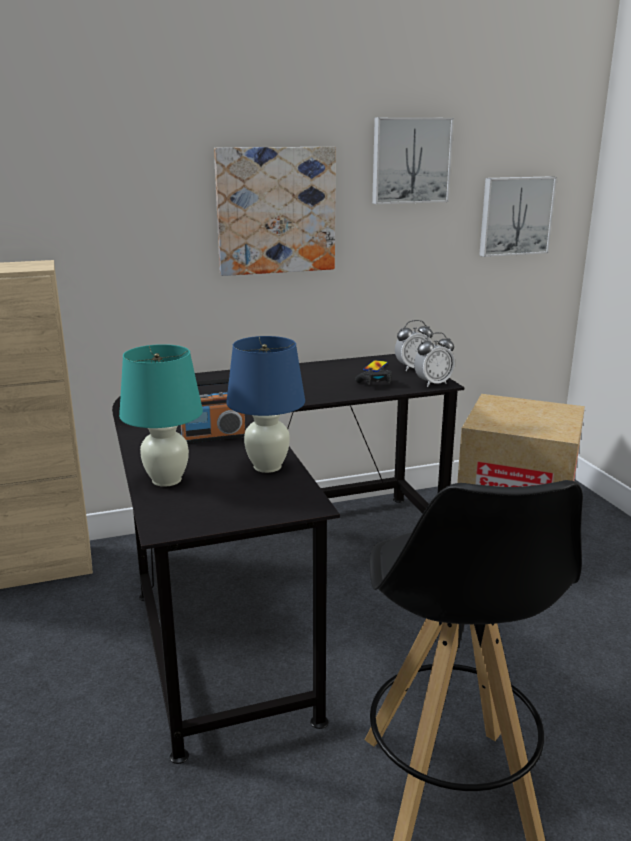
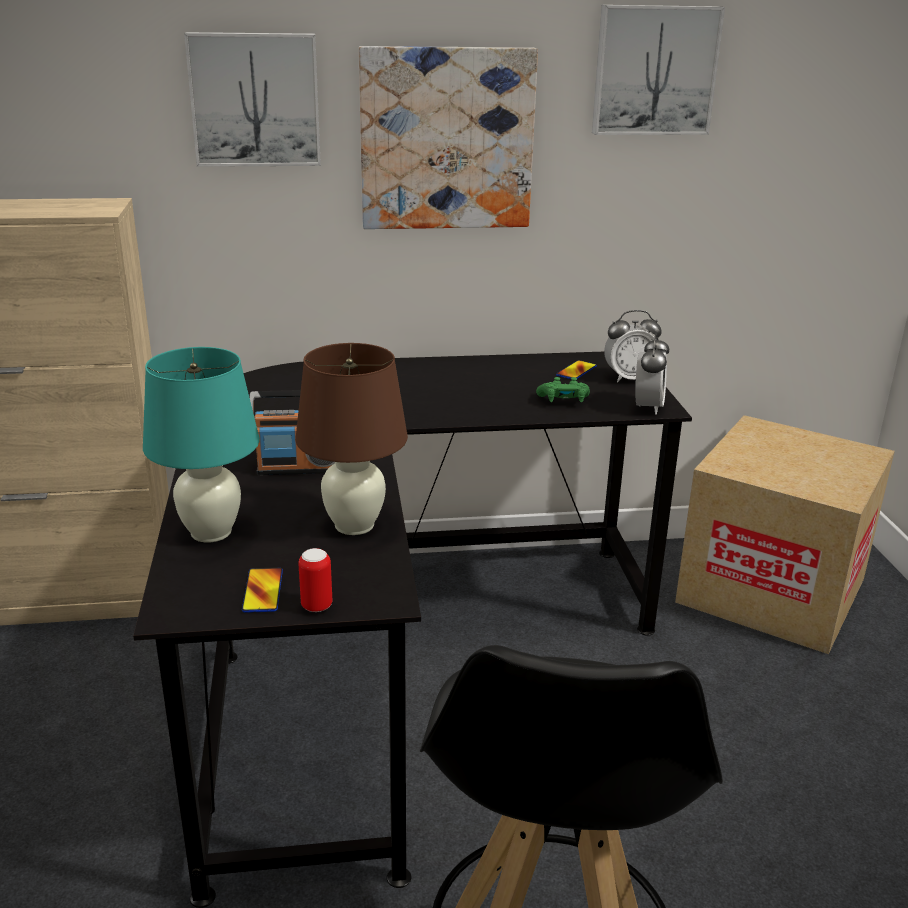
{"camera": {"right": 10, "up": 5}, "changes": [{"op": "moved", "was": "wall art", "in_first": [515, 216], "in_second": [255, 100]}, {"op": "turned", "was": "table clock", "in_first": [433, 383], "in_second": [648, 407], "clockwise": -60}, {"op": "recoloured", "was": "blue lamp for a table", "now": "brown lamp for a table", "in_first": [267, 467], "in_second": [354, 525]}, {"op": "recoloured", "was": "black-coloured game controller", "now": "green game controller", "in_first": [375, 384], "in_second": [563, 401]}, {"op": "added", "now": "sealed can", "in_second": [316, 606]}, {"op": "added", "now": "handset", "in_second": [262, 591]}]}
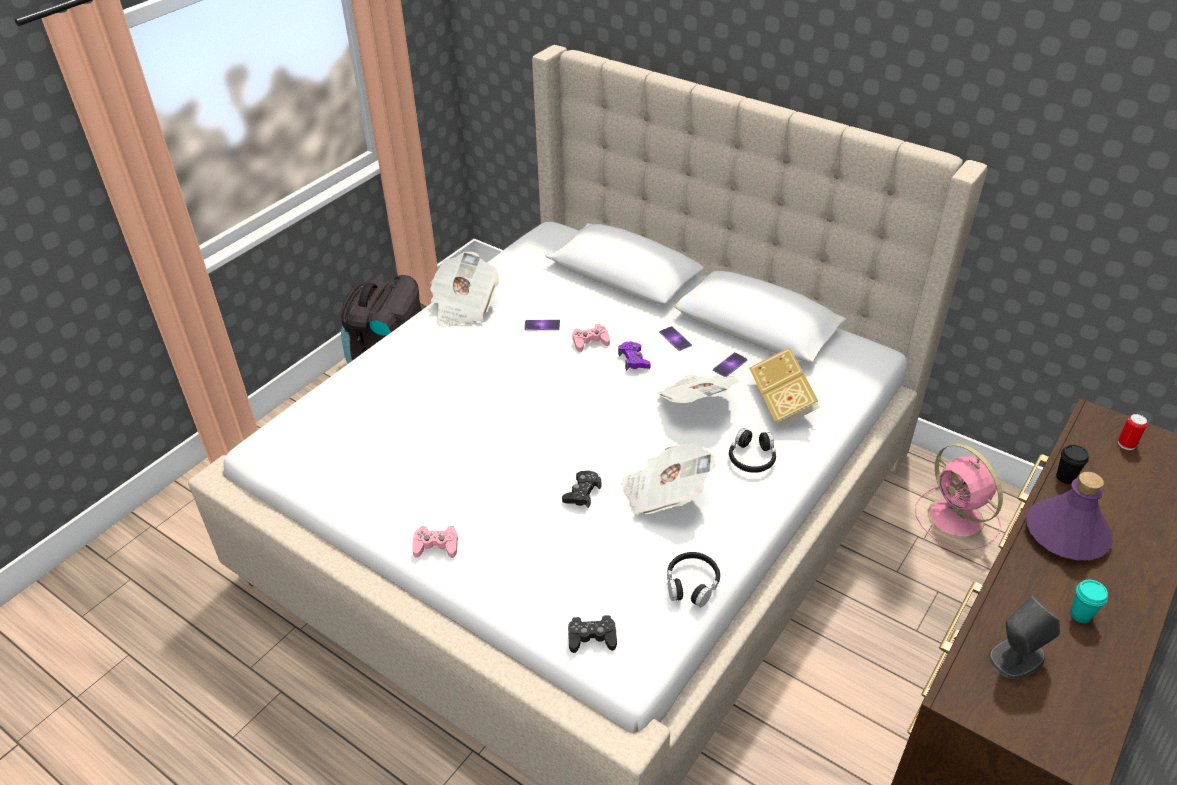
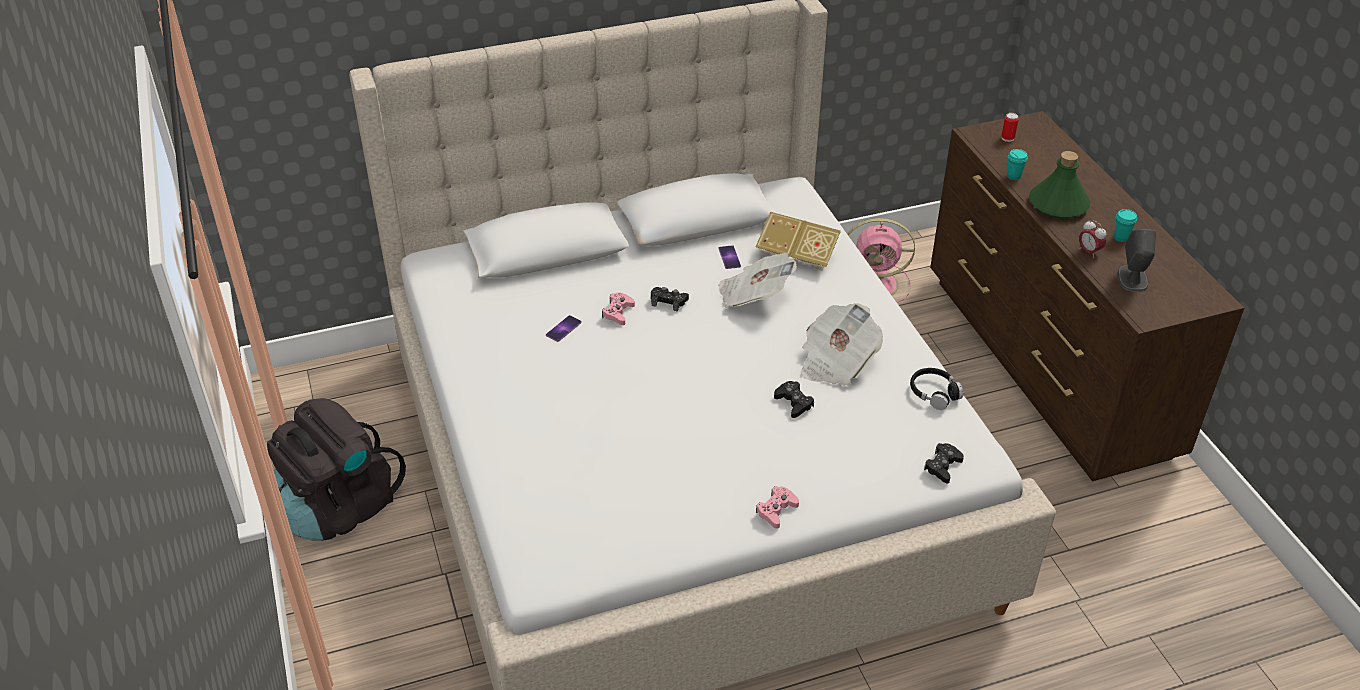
{"camera": {"right": -55, "up": 0}, "changes": [{"op": "removed", "was": "printed paper", "in_first": [463, 306]}, {"op": "removed", "was": "handset", "in_first": [675, 338]}, {"op": "recoloured", "was": "purple game controller", "now": "black-coloured game controller", "in_first": [634, 360], "in_second": [669, 301]}, {"op": "removed", "was": "black-coloured headset", "in_first": [752, 458]}, {"op": "recoloured", "was": "black-coloured cup", "now": "blue-green cup", "in_first": [1065, 477], "in_second": [1013, 176]}, {"op": "recoloured", "was": "purple drink bottle", "now": "green drink bottle", "in_first": [1065, 534], "in_second": [1057, 205]}, {"op": "added", "now": "table clock", "in_second": [1089, 252]}]}
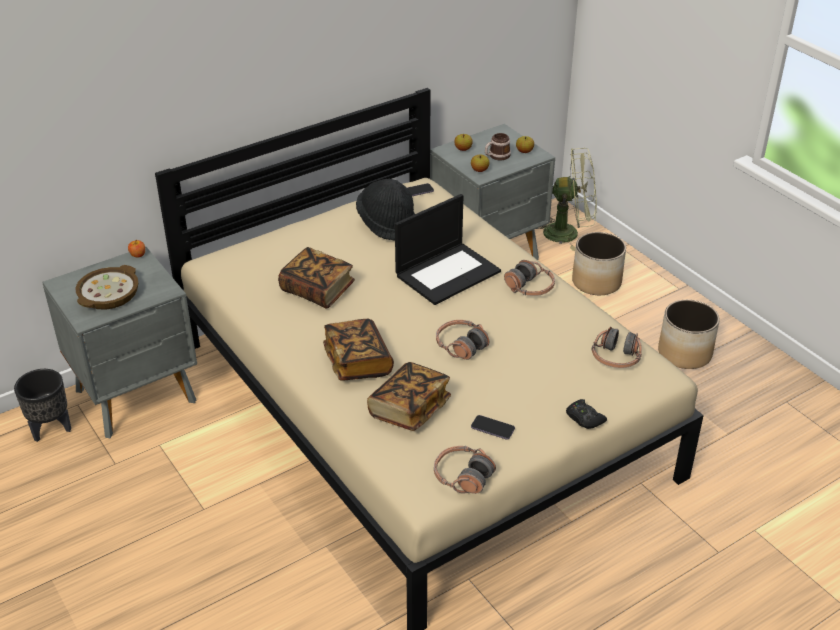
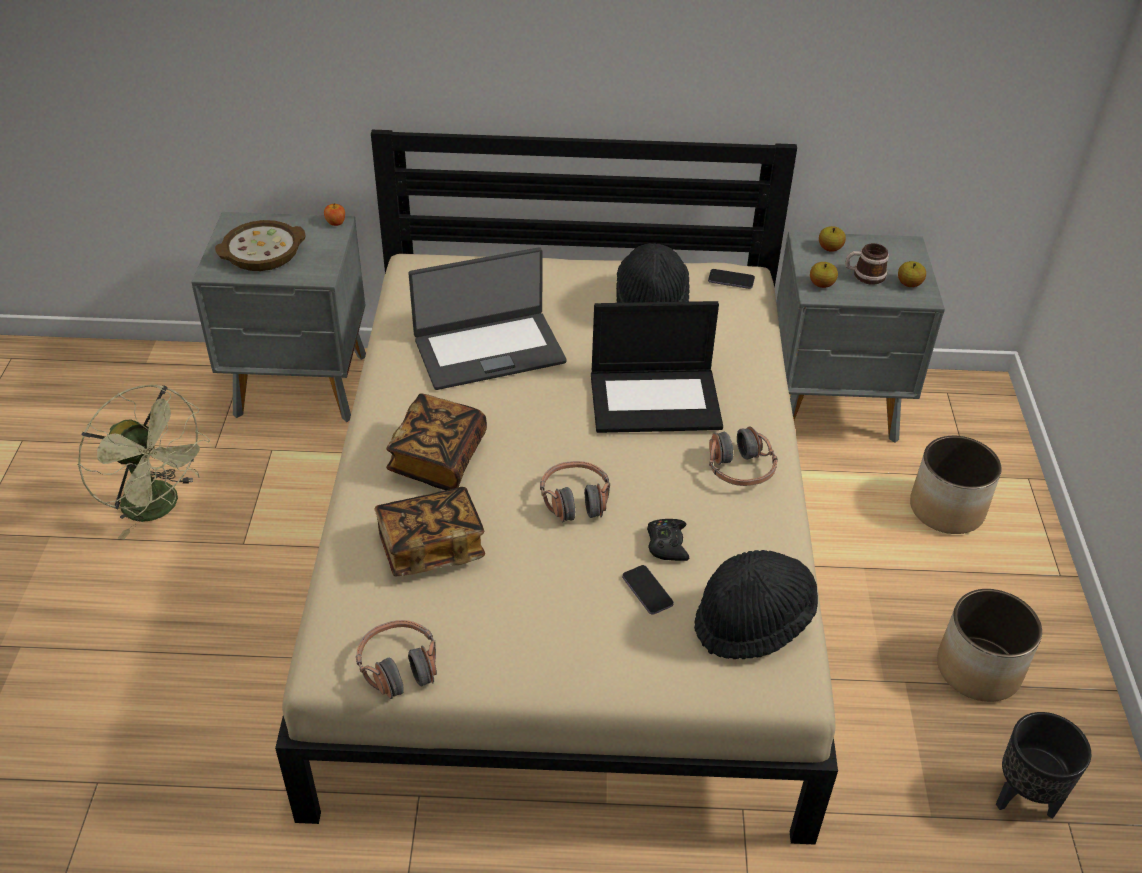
{"camera": {"right": 35, "up": 5}, "changes": [{"op": "moved", "was": "green fan", "in_first": [568, 233], "in_second": [160, 507]}, {"op": "replaced", "was": "volume", "now": "notebook computer", "in_first": [317, 290], "in_second": [489, 350]}, {"op": "replaced", "was": "headset", "now": "black-coloured clothing hat", "in_first": [616, 357], "in_second": [752, 622]}, {"op": "moved", "was": "black-coloured plant pot", "in_first": [51, 429], "in_second": [1025, 798]}, {"op": "moved", "was": "black-coloured game controller", "in_first": [584, 418], "in_second": [667, 544]}, {"op": "moved", "was": "handset", "in_first": [492, 428], "in_second": [647, 591]}]}
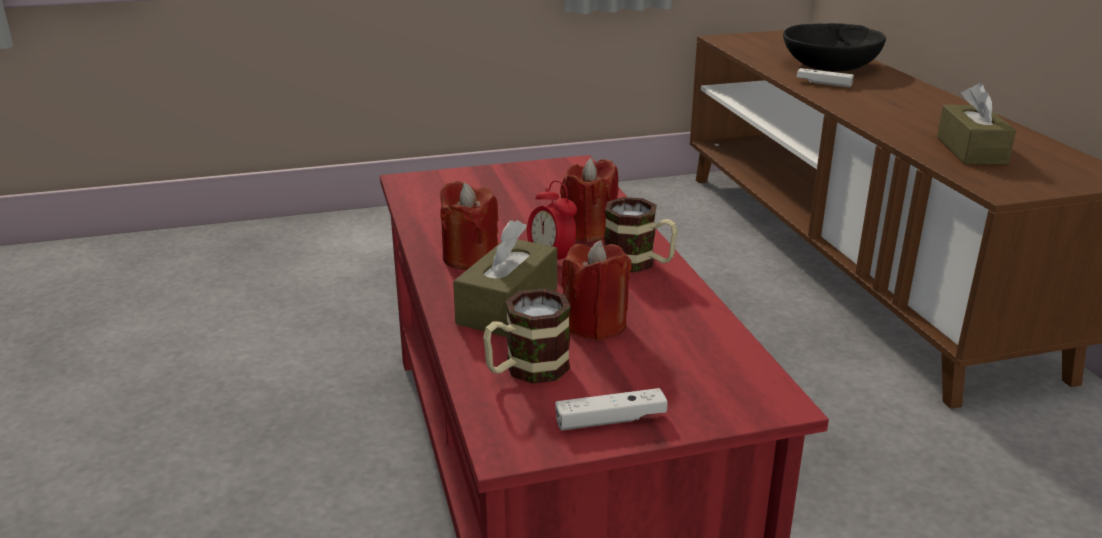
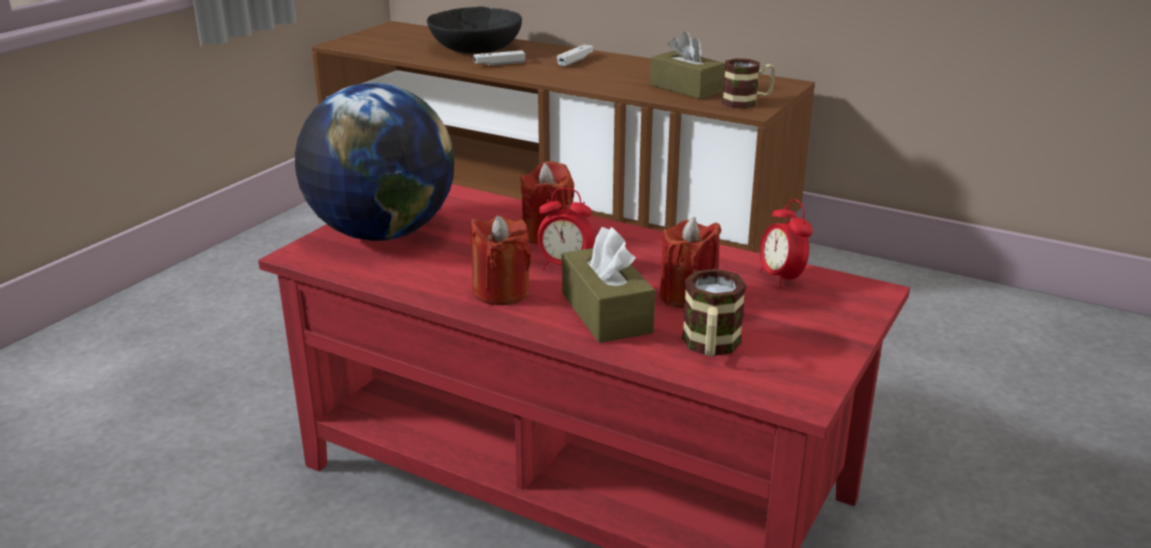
{"camera": {"right": -45, "up": 0}, "changes": [{"op": "moved", "was": "mug", "in_first": [639, 263], "in_second": [747, 102]}, {"op": "moved", "was": "white-coloured game controller", "in_first": [610, 420], "in_second": [575, 61]}, {"op": "added", "now": "globe", "in_second": [381, 233]}, {"op": "added", "now": "table clock", "in_second": [781, 278]}]}
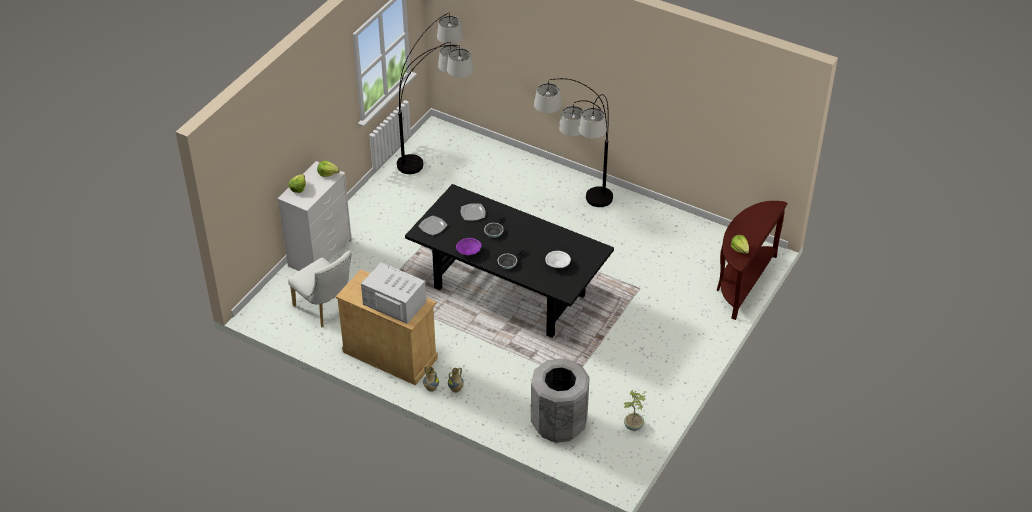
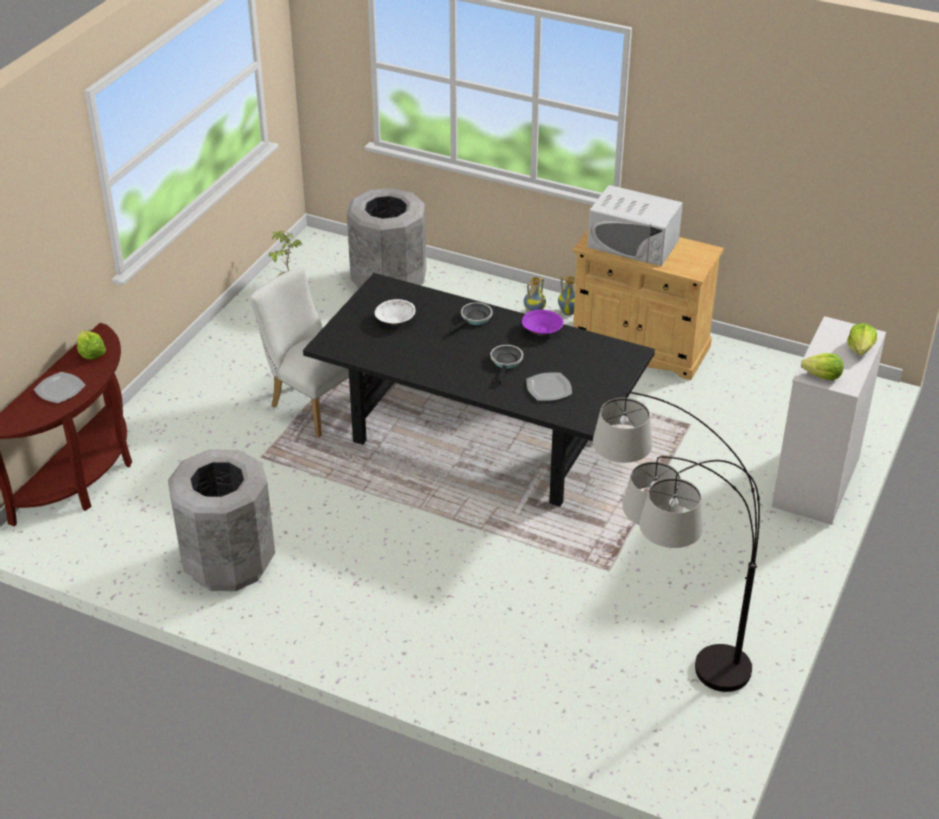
{"camera": {"right": 175, "up": -5}, "changes": [{"op": "removed", "was": "floor lamp", "in_first": [577, 215]}, {"op": "moved", "was": "dinner plate", "in_first": [432, 226], "in_second": [60, 389]}, {"op": "moved", "was": "white-coloured chair", "in_first": [325, 309], "in_second": [312, 404]}, {"op": "added", "now": "grey waste bin", "in_second": [228, 563]}]}
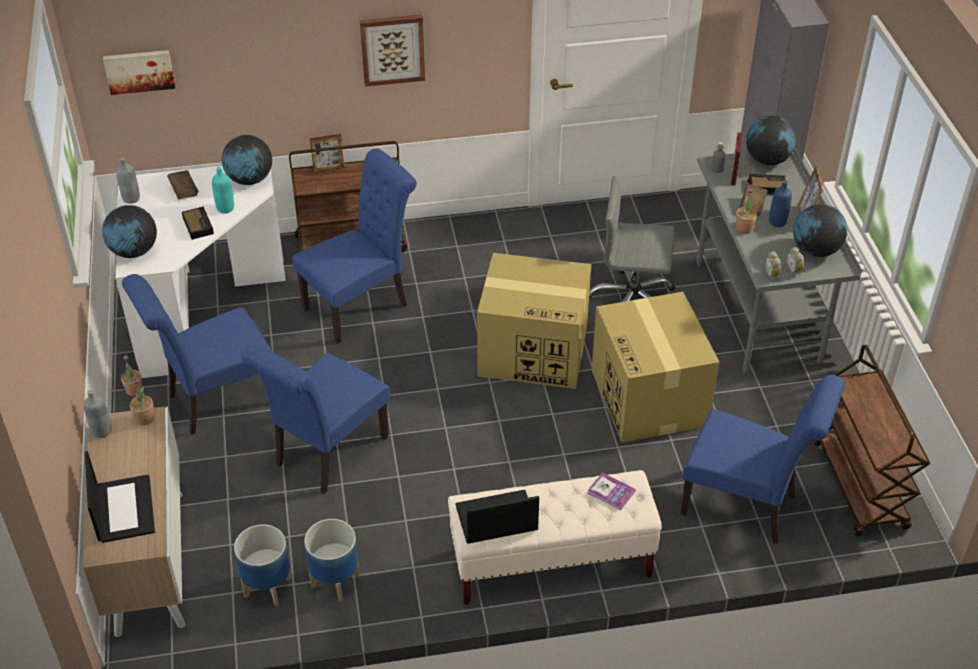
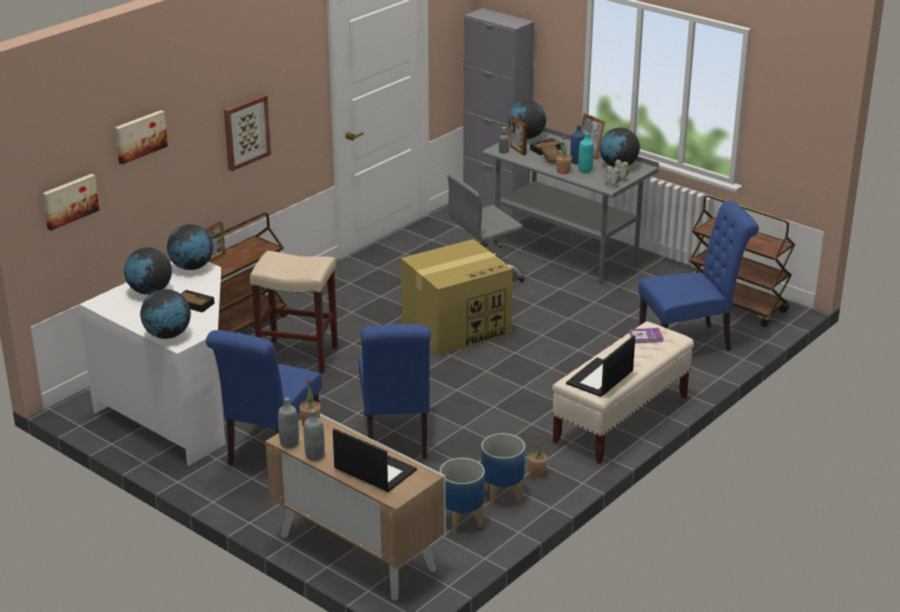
{"camera": {"right": -40, "up": -15}, "changes": [{"op": "replaced", "was": "blue chair", "now": "sand-coloured stool", "in_first": [361, 305], "in_second": [299, 355]}, {"op": "moved", "was": "grey drink bottle", "in_first": [131, 198], "in_second": [315, 456]}, {"op": "moved", "was": "blue-green drink bottle", "in_first": [225, 208], "in_second": [585, 170]}, {"op": "replaced", "was": "brown volume", "now": "globe", "in_first": [184, 191], "in_second": [149, 291]}, {"op": "removed", "was": "carton", "in_first": [650, 398]}, {"op": "moved", "was": "plant in a pot", "in_first": [134, 390], "in_second": [537, 472]}, {"op": "added", "now": "wall art", "in_second": [139, 136]}]}
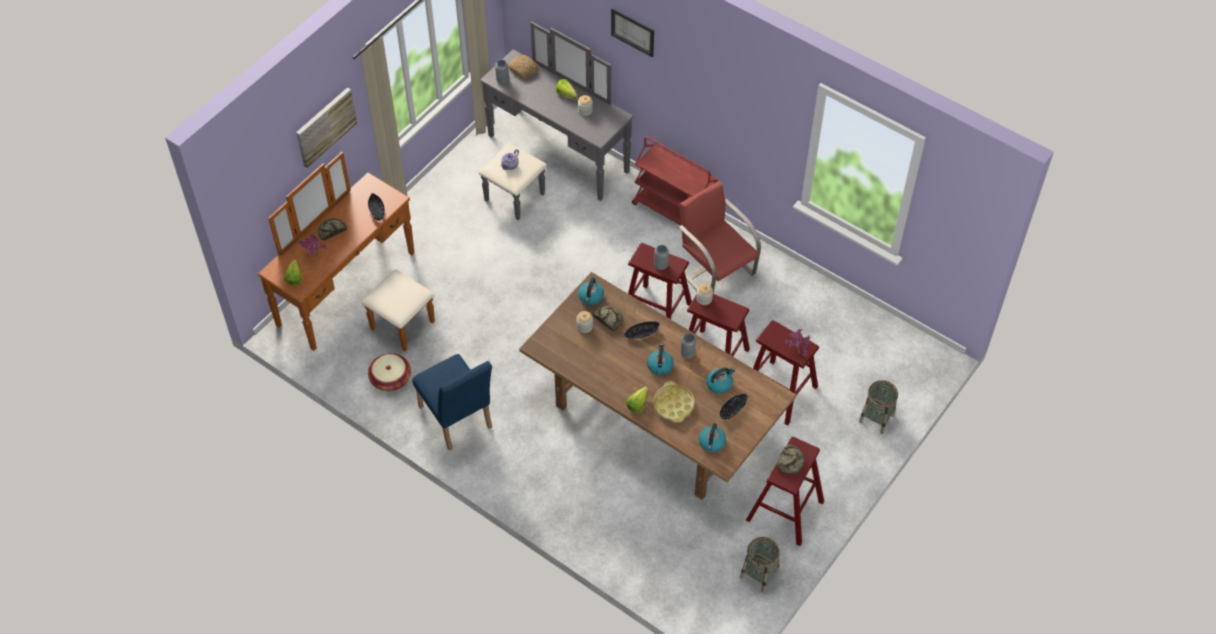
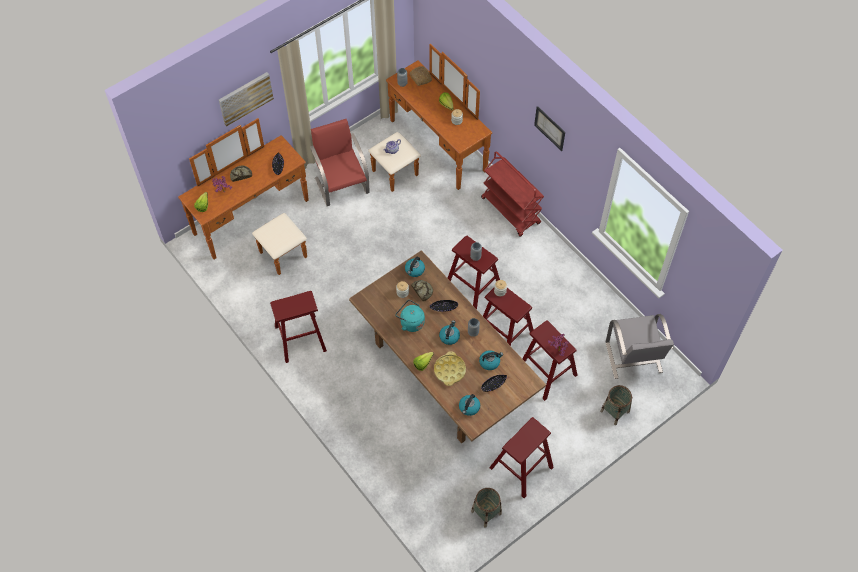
{"camera": {"right": 15, "up": 5}, "changes": [{"op": "moved", "was": "wall art", "in_first": [633, 32], "in_second": [550, 128]}, {"op": "recoloured", "was": "grey drawer chest", "now": "brown drawer chest", "in_first": [548, 163], "in_second": [428, 152]}, {"op": "moved", "was": "red chair", "in_first": [715, 271], "in_second": [342, 184]}, {"op": "removed", "was": "basket", "in_first": [390, 379]}, {"op": "replaced", "was": "blue chair", "now": "red stool", "in_first": [457, 421], "in_second": [300, 338]}, {"op": "removed", "was": "bakery bread", "in_first": [790, 461]}, {"op": "added", "now": "blue-green water kettle", "in_second": [410, 322]}, {"op": "added", "now": "grey chair", "in_second": [633, 358]}]}
